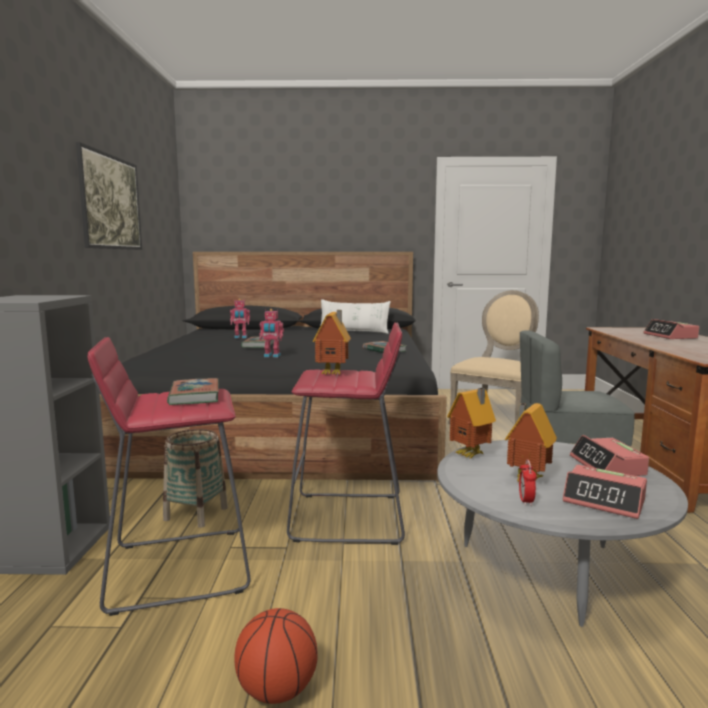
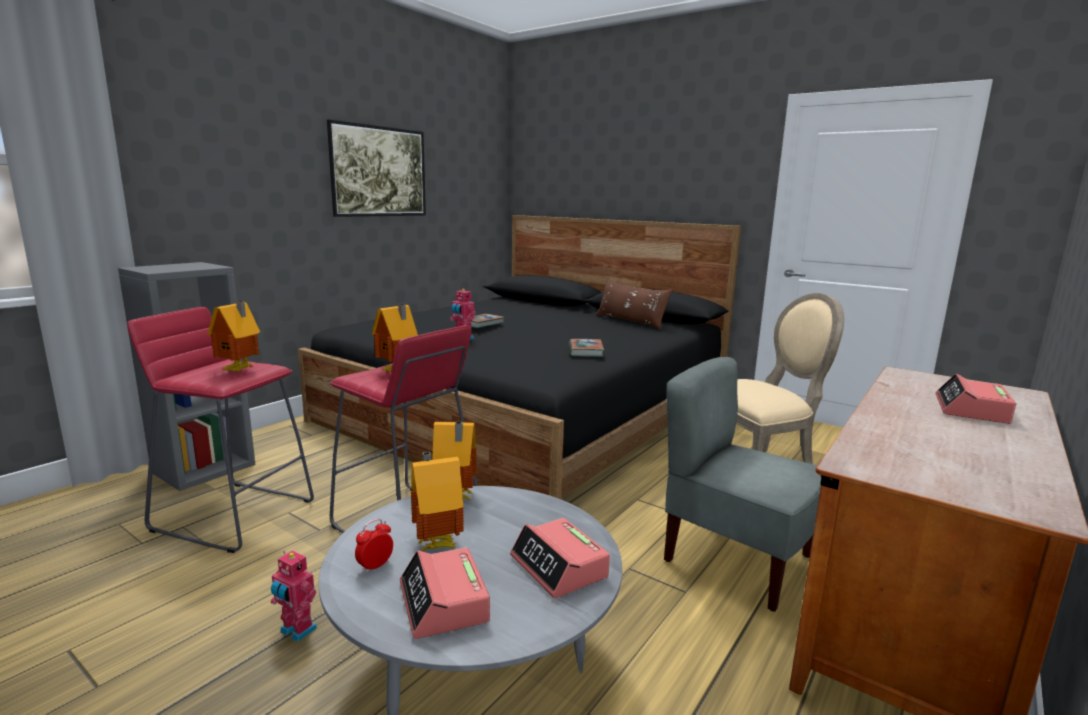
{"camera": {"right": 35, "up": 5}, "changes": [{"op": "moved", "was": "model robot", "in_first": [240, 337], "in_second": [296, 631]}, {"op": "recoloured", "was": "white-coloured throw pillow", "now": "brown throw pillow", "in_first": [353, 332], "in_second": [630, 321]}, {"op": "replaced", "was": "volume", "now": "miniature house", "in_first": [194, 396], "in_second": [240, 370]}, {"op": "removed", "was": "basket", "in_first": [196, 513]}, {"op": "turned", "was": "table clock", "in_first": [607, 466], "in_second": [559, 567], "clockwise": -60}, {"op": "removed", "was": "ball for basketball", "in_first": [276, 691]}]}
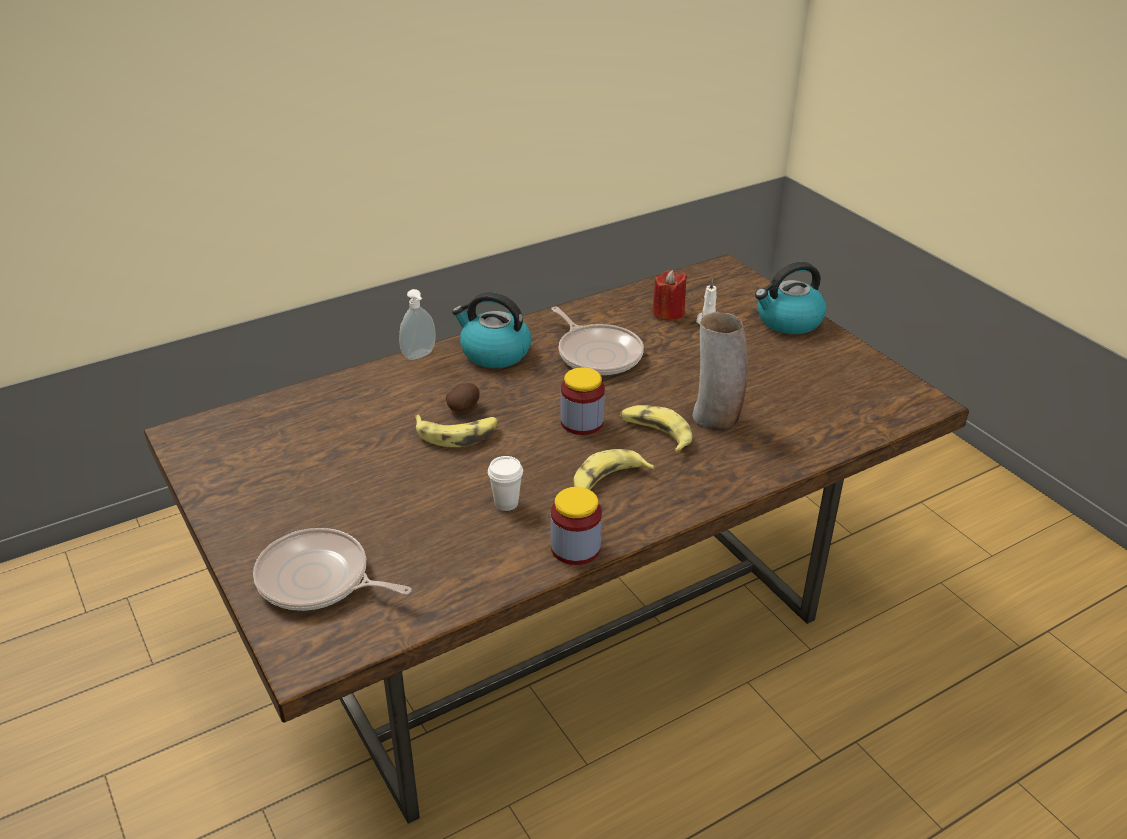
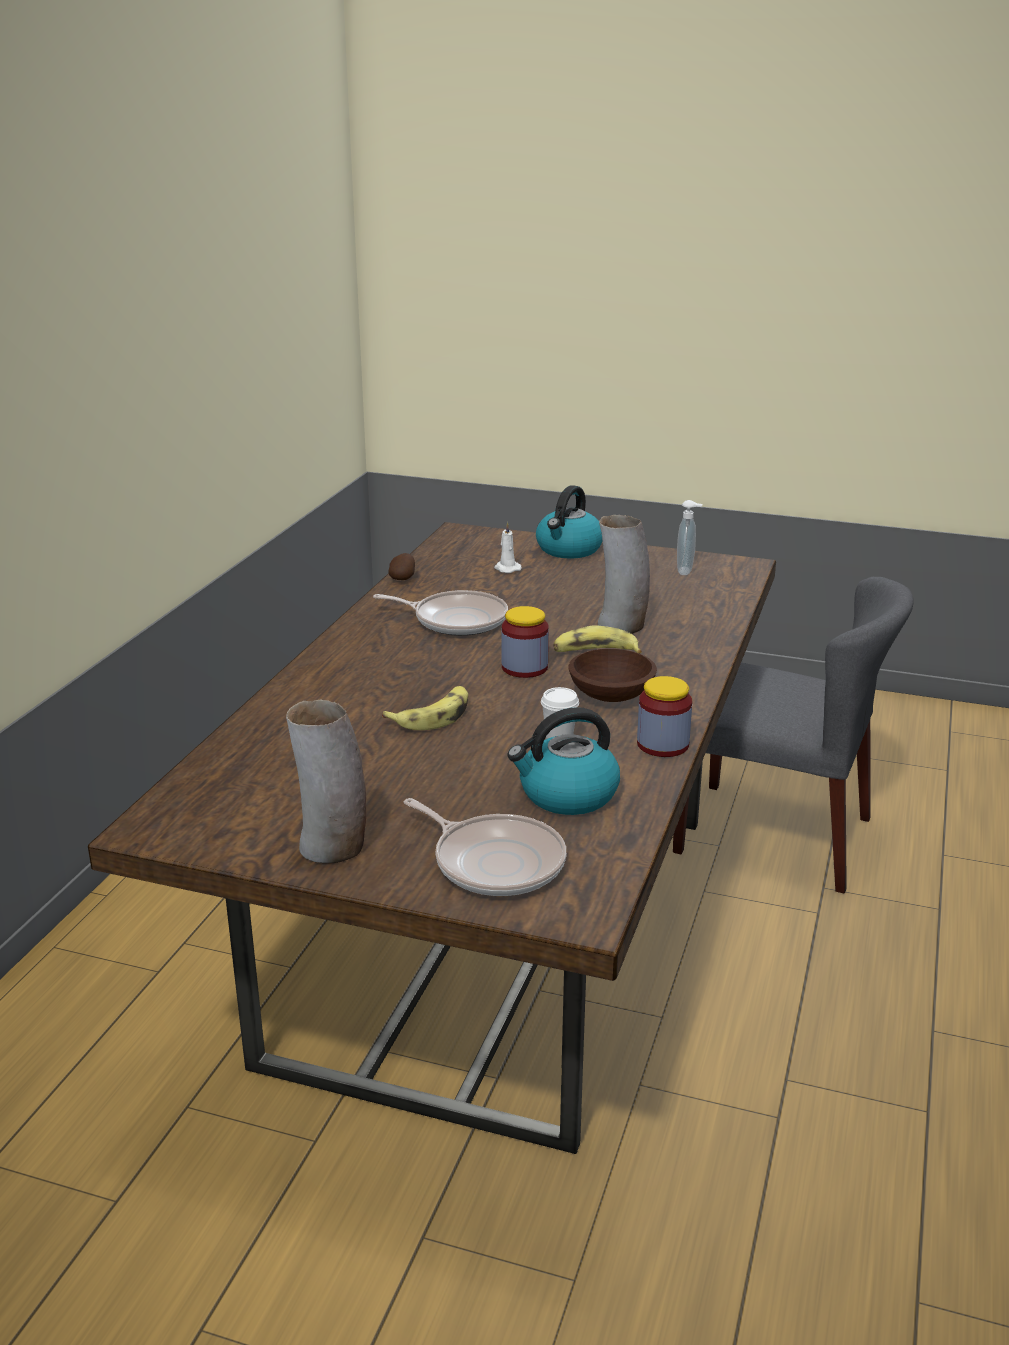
{"camera": {"right": -40, "up": -10}, "changes": [{"op": "removed", "was": "red candle", "in_first": [668, 313]}, {"op": "moved", "was": "liquid soap bottle", "in_first": [420, 356], "in_second": [686, 571]}, {"op": "moved", "was": "water kettle", "in_first": [494, 353], "in_second": [567, 795]}, {"op": "moved", "was": "whole potato", "in_first": [464, 407], "in_second": [403, 578]}, {"op": "replaced", "was": "banana", "now": "brown serving bowl", "in_first": [607, 481], "in_second": [612, 695]}, {"op": "turned", "was": "pan", "in_first": [318, 579], "in_second": [494, 862], "clockwise": -120}, {"op": "added", "now": "grey chair", "in_second": [775, 835]}, {"op": "added", "now": "flower vase", "in_second": [333, 847]}]}
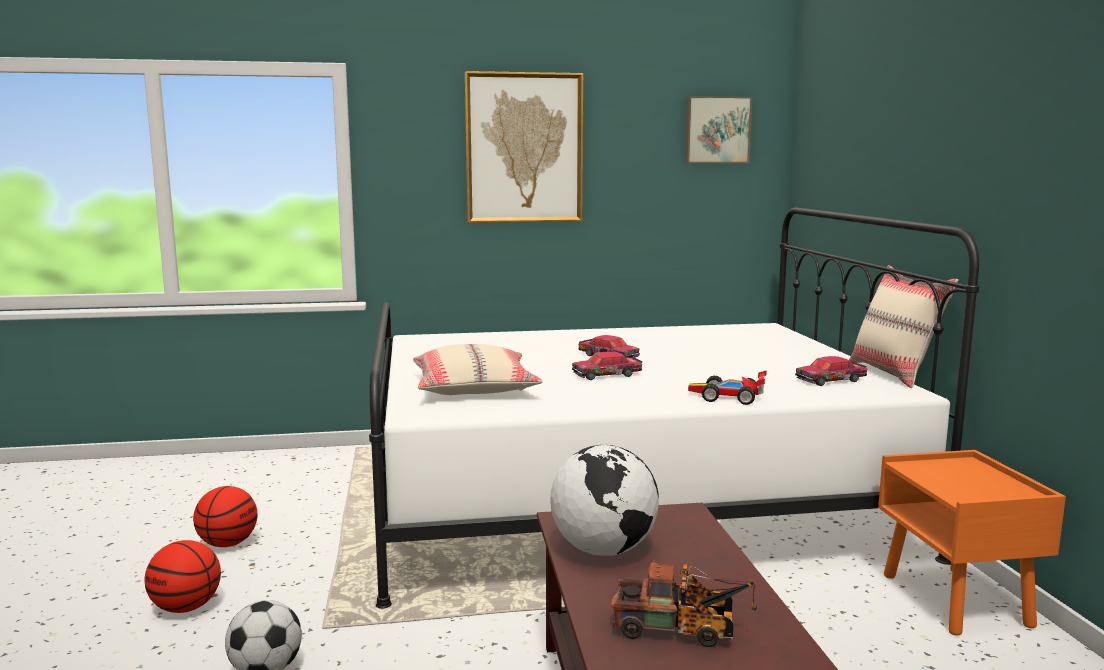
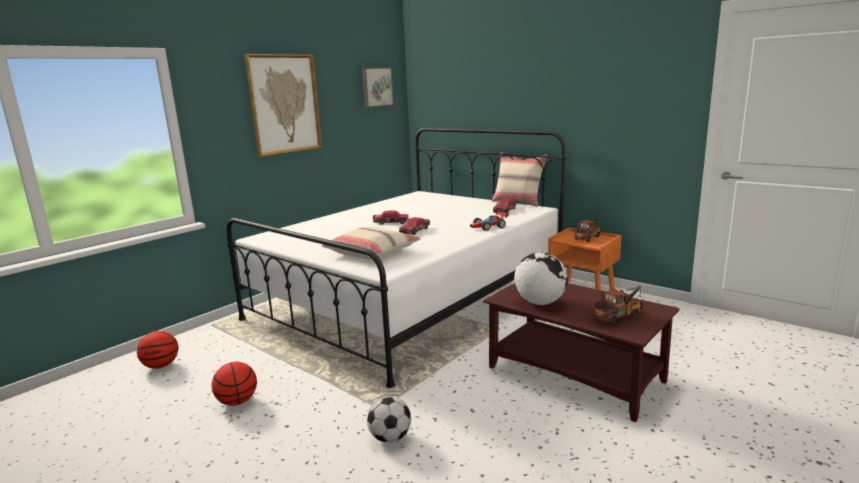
{"camera": {"right": -40, "up": 5}, "changes": [{"op": "moved", "was": "ball for basketball", "in_first": [186, 607], "in_second": [161, 366]}, {"op": "added", "now": "toy lorry", "in_second": [588, 237]}]}
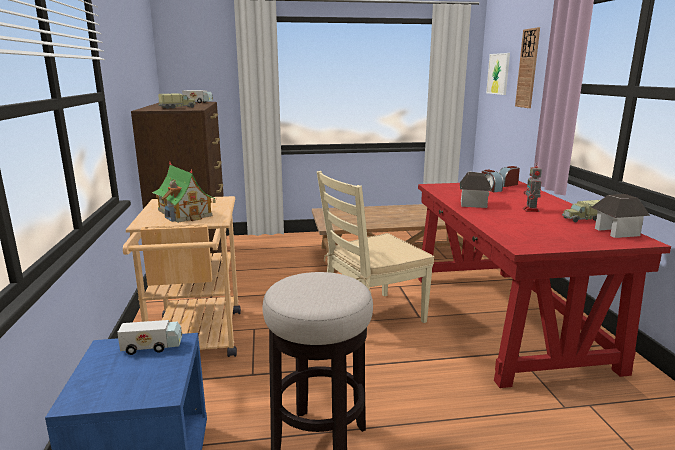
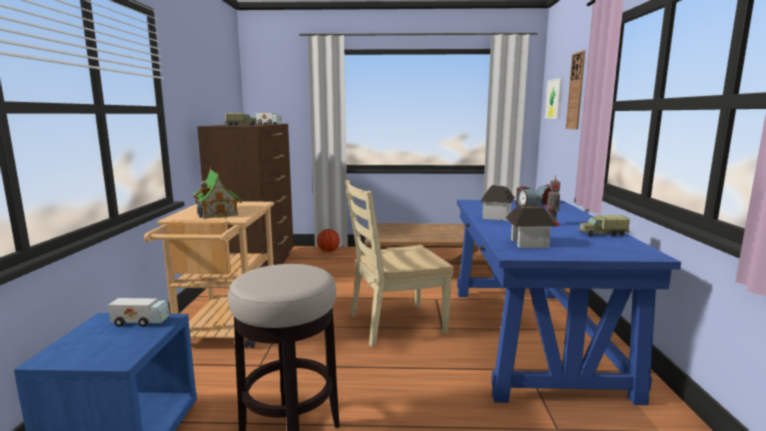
{"camera": {"right": 10, "up": -5}, "changes": [{"op": "recoloured", "was": "red desk", "now": "blue desk", "in_first": [505, 318], "in_second": [531, 336]}, {"op": "moved", "was": "miniature house", "in_first": [616, 232], "in_second": [528, 243]}, {"op": "added", "now": "ball for basketball", "in_second": [328, 251]}]}
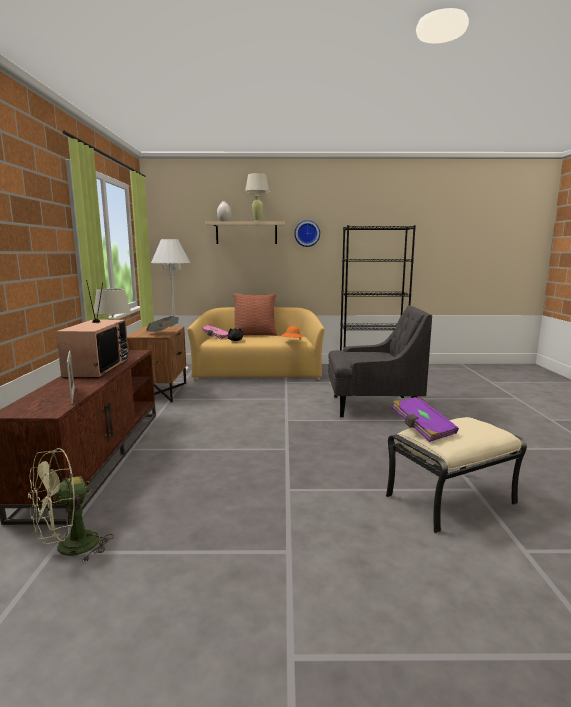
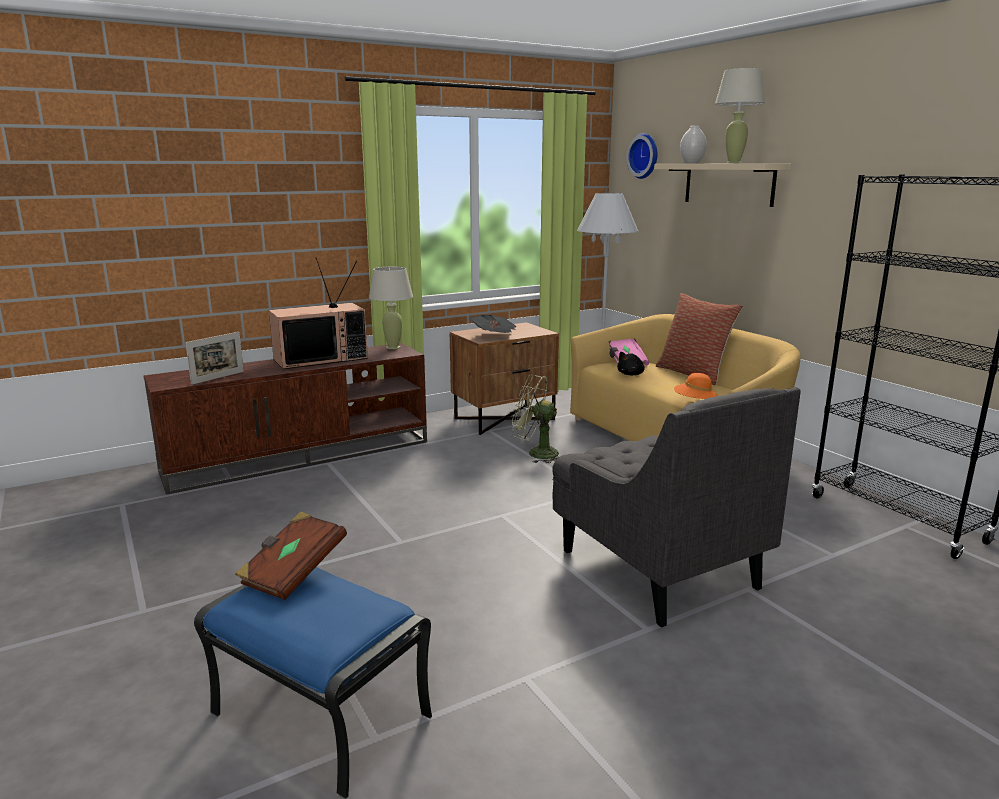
{"camera": {"right": 60, "up": 5}, "changes": [{"op": "moved", "was": "hanging clock", "in_first": [307, 233], "in_second": [645, 156]}, {"op": "recoloured", "was": "purple volume", "now": "brown volume", "in_first": [422, 429], "in_second": [293, 572]}, {"op": "recoloured", "was": "sand-coloured footrest", "now": "blue footrest", "in_first": [451, 500], "in_second": [318, 715]}, {"op": "moved", "was": "green fan", "in_first": [69, 549], "in_second": [536, 453]}]}
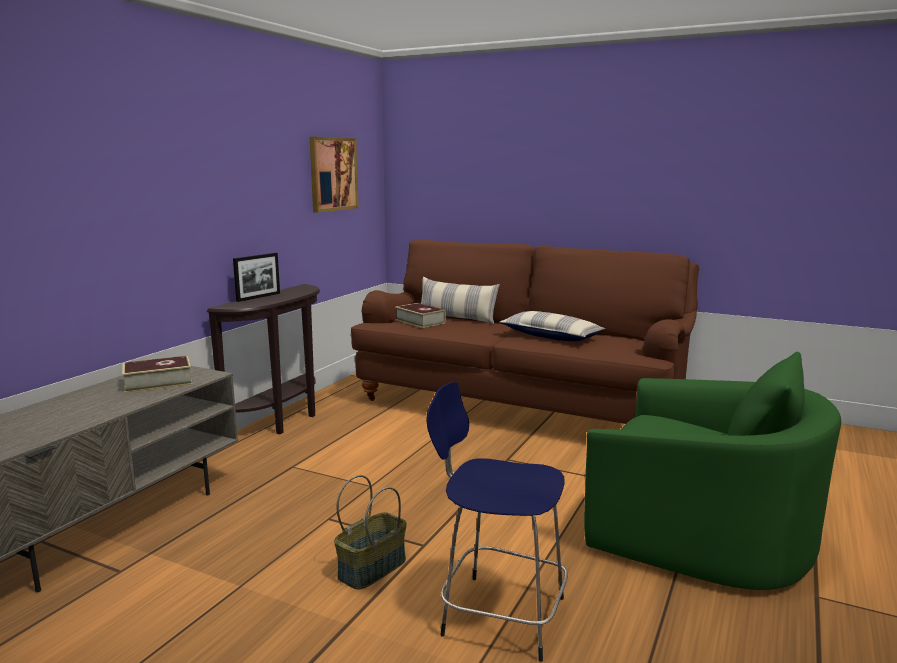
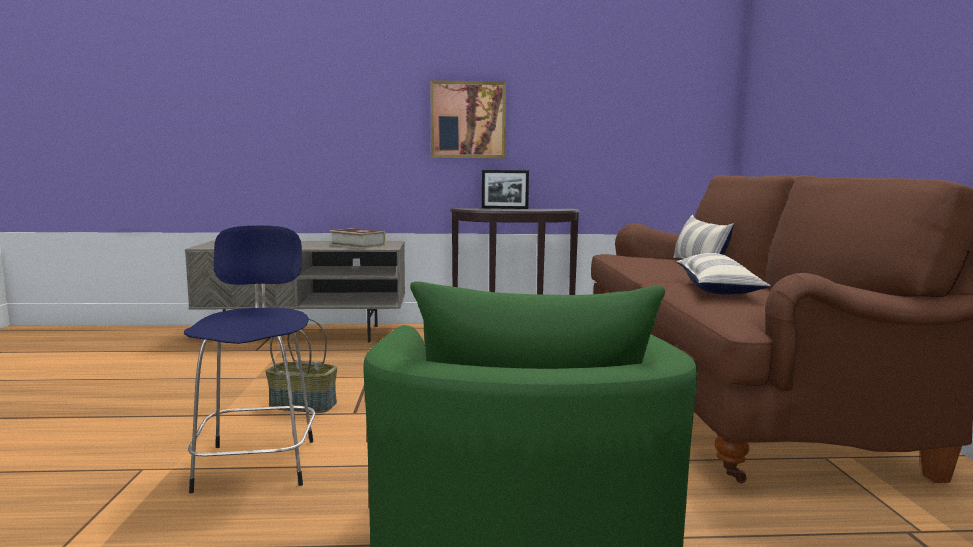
{"camera": {"right": 60, "up": -5}, "changes": [{"op": "moved", "was": "wall art", "in_first": [333, 174], "in_second": [468, 120]}, {"op": "removed", "was": "volume", "in_first": [420, 321]}]}
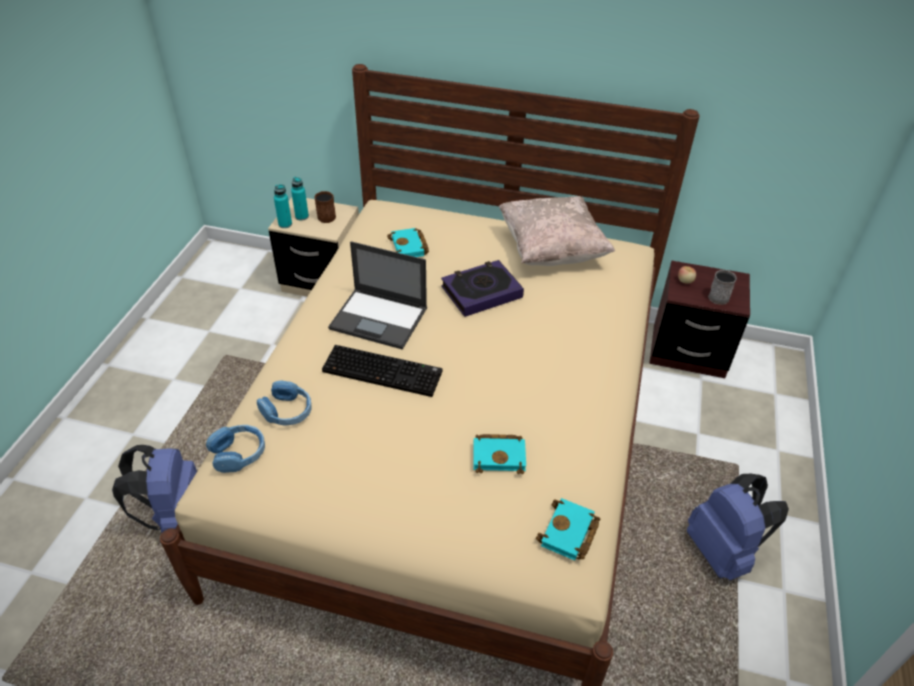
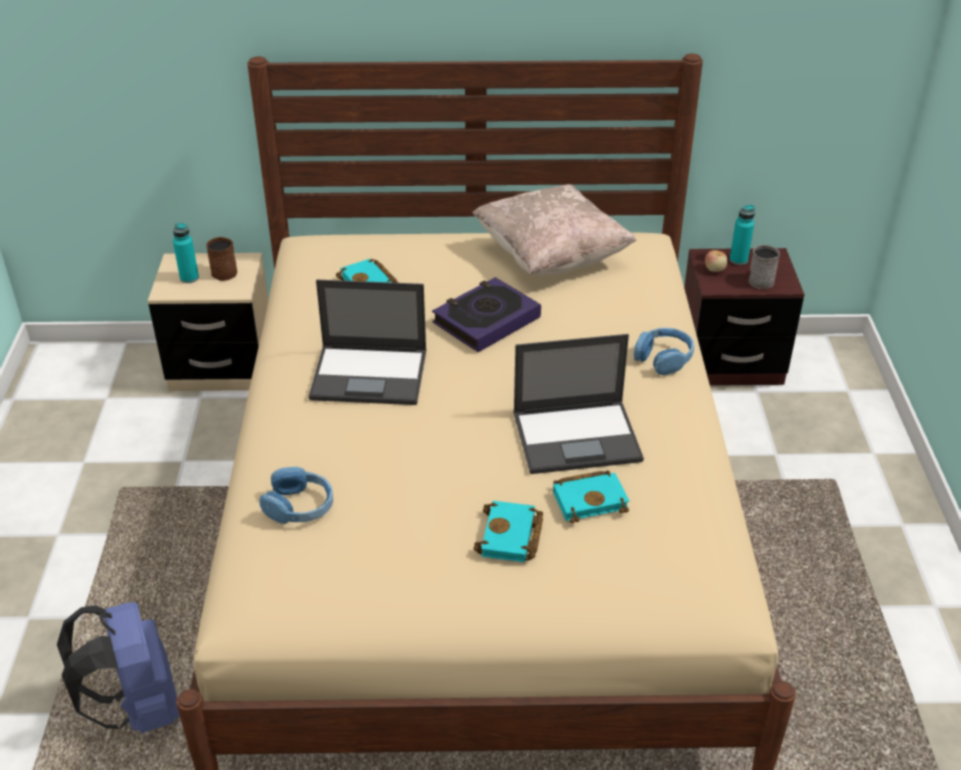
{"camera": {"right": -15, "up": -5}, "changes": [{"op": "moved", "was": "blue-green drink bottle", "in_first": [285, 224], "in_second": [738, 260]}, {"op": "removed", "was": "PC keyboard", "in_first": [384, 371]}, {"op": "moved", "was": "blue headset", "in_first": [239, 453], "in_second": [664, 358]}, {"op": "removed", "was": "blue knapsack", "in_first": [722, 551]}, {"op": "moved", "was": "blue-green volume", "in_first": [569, 534], "in_second": [511, 538]}, {"op": "added", "now": "notebook computer", "in_second": [578, 437]}]}
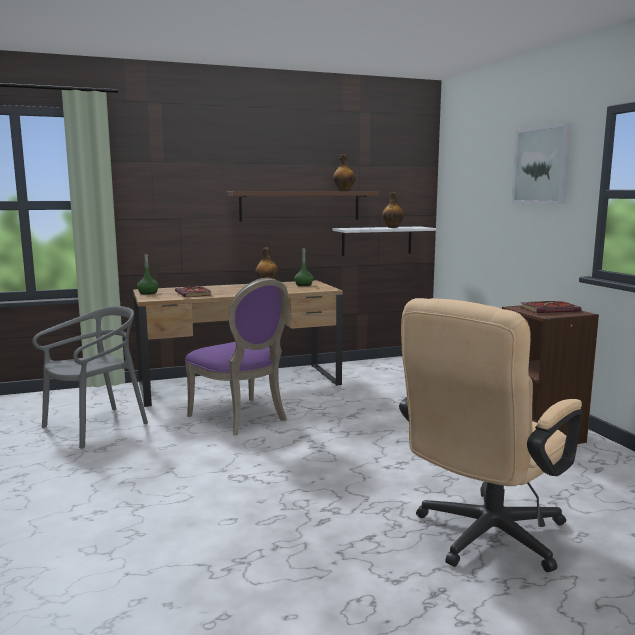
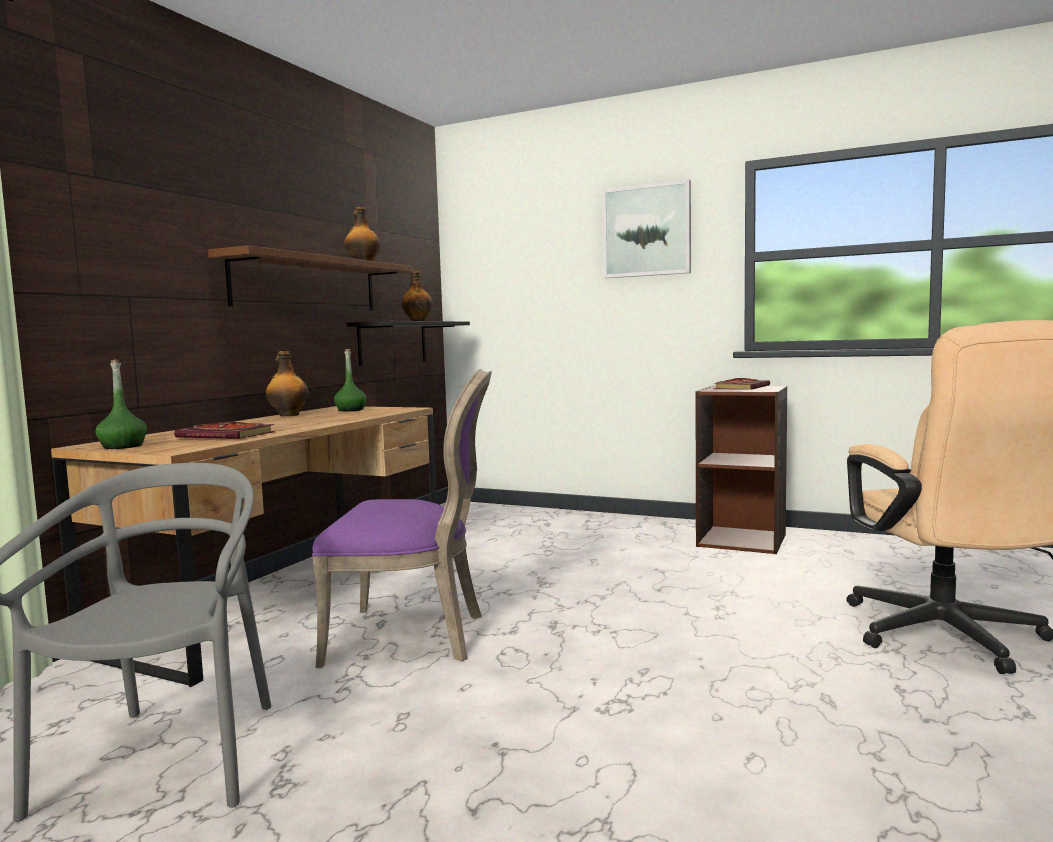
{"camera": {"right": -45, "up": -5}, "changes": [{"op": "recoloured", "was": "white-coloured bracket shelf", "now": "black-coloured bracket shelf", "in_first": [377, 240], "in_second": [393, 343]}]}
